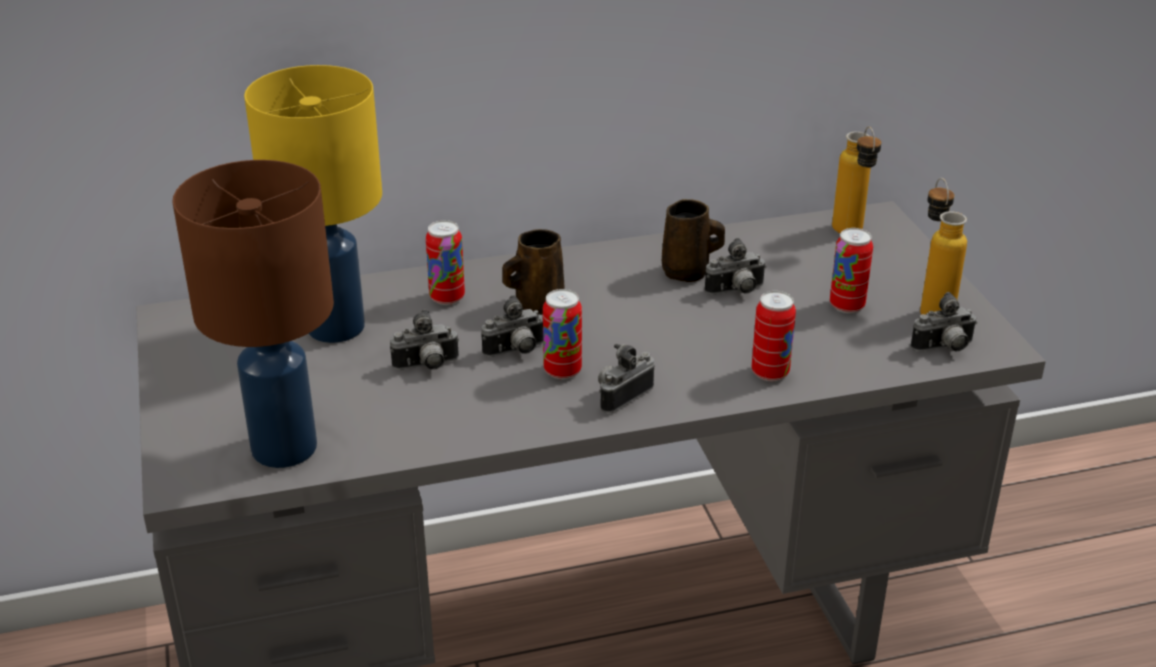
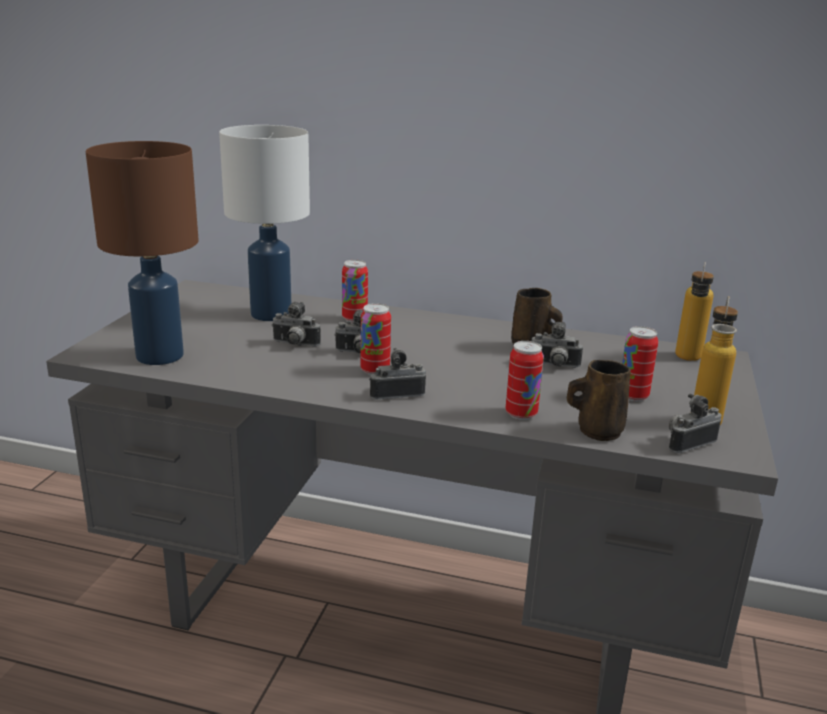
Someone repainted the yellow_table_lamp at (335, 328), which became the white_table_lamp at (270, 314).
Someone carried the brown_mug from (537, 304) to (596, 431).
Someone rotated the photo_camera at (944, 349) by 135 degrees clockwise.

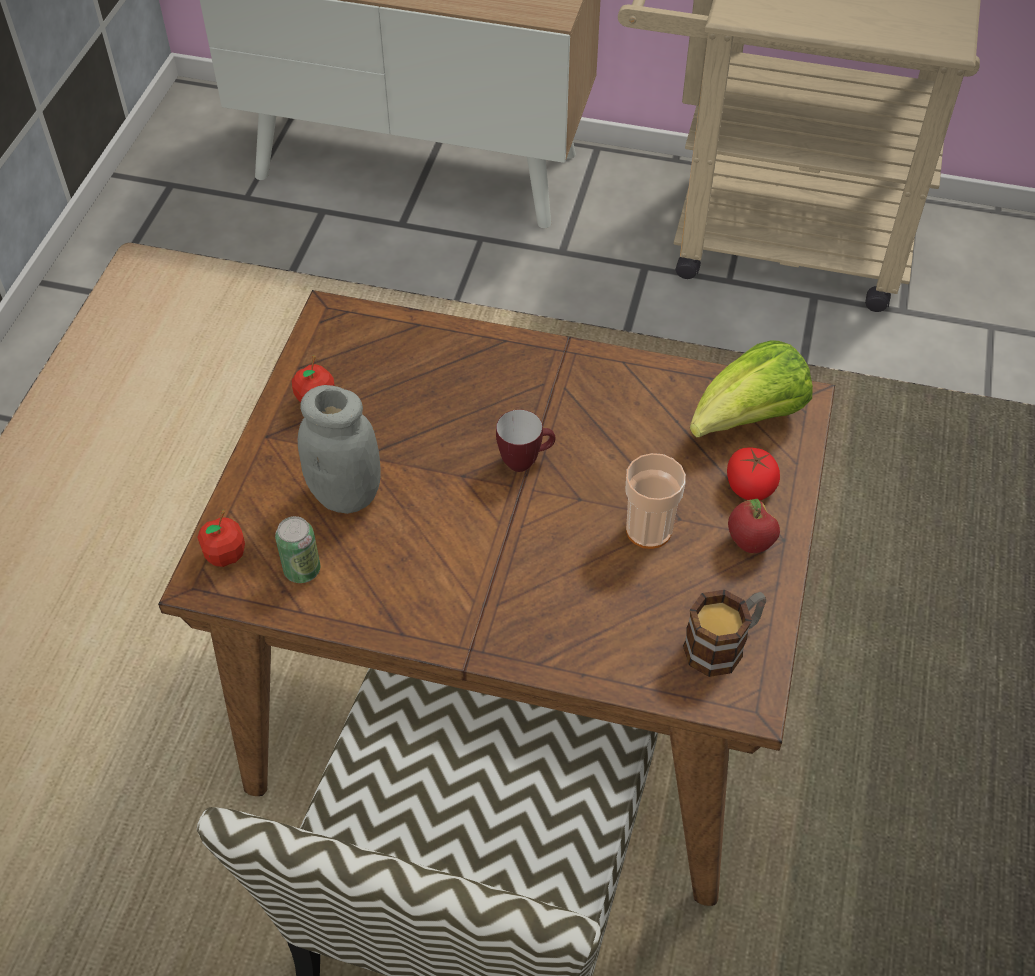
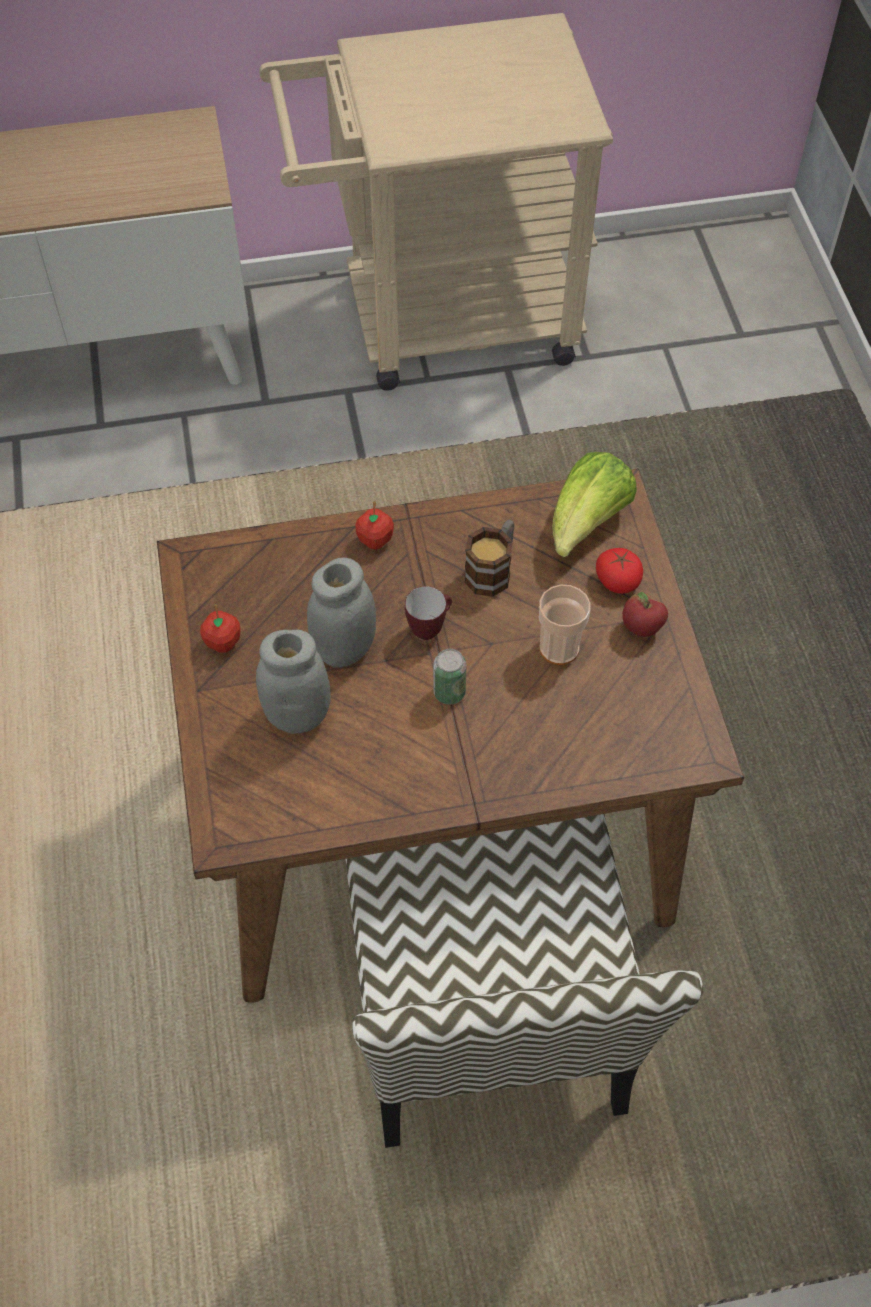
Someone carried the apple from (225, 555) to (375, 540).
Someone carried the can from (302, 570) to (449, 692).
Someone carried the mug from (723, 644) to (493, 570).
Someone put down the grey_jar at (344, 649).

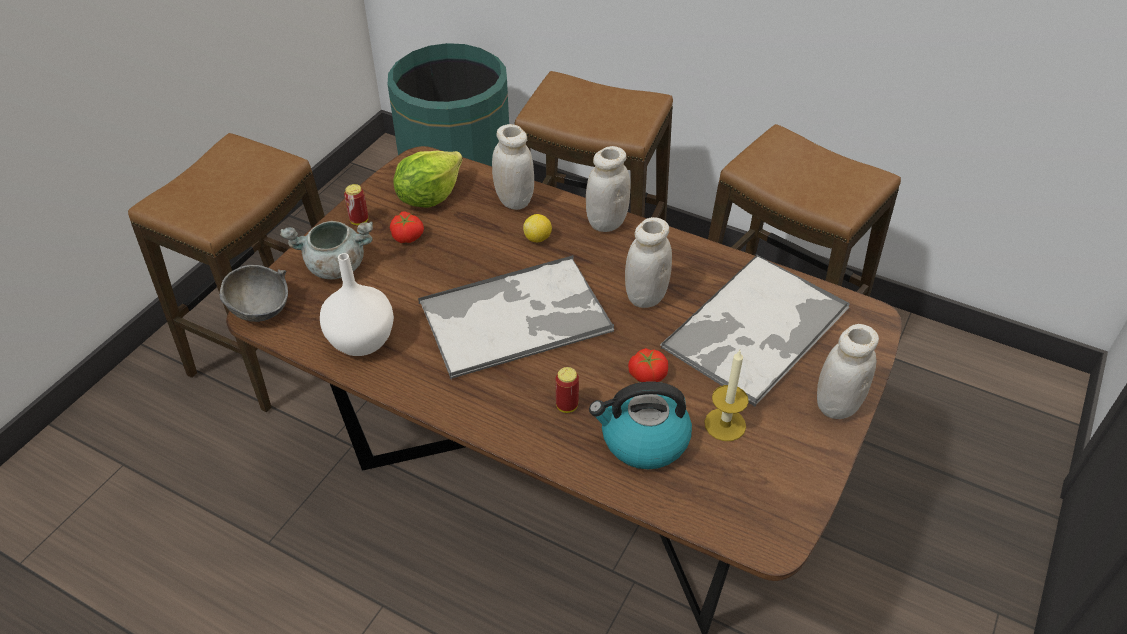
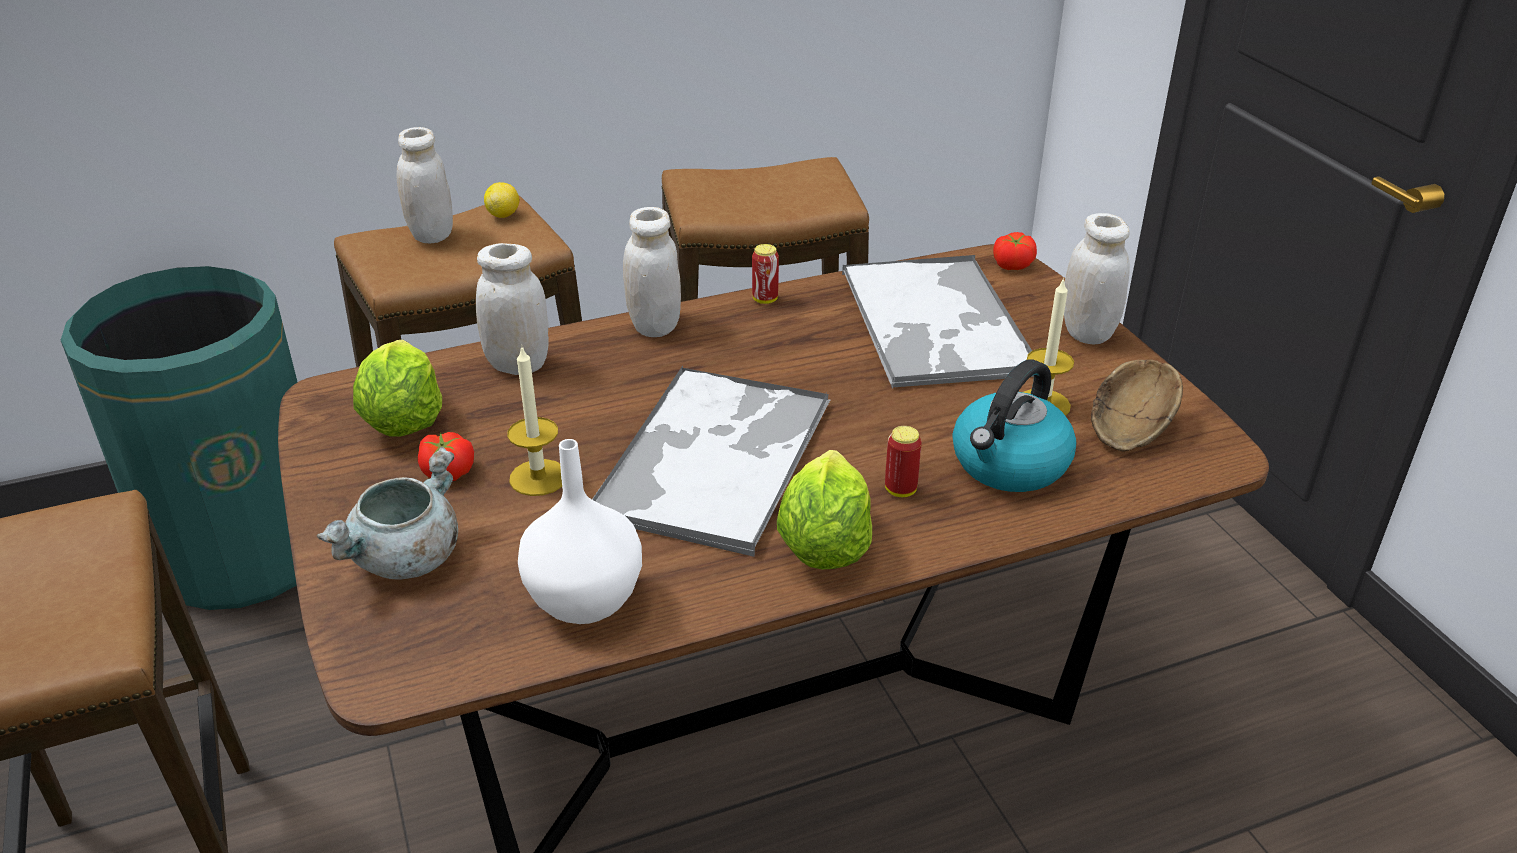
Someone took away the grey_bowl at (261, 310).
Someone carried the can from (359, 221) to (765, 299).
Someone carried the lemon from (538, 238) to (503, 215).
Someone carried the white_jar from (645, 296) to (431, 235).
Someone carried the tomato from (647, 374) to (1011, 264).
Someone put down the candle at (538, 477).
Someone put down the lettuce at (824, 545).
Someone put down the brown_bowl at (1127, 428).

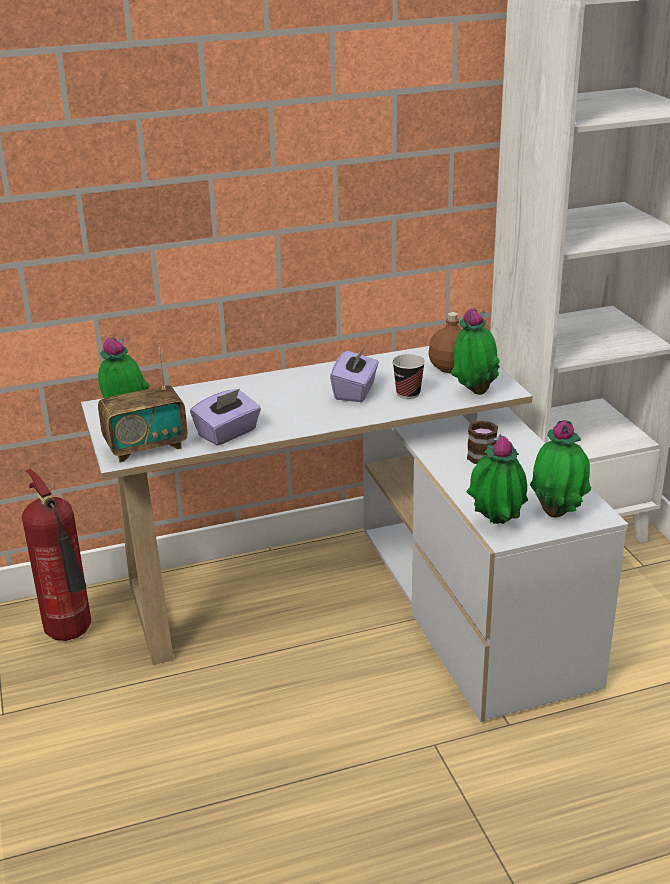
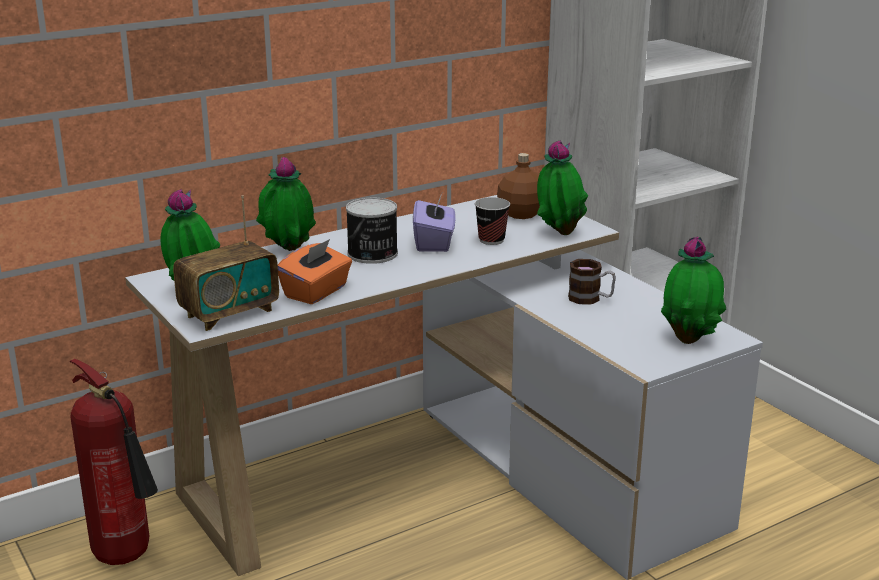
Someone repainted the purple_tissue_box at (228, 433), which became the orange_tissue_box at (316, 292).
Someone carried the potted_plant from (495, 525) to (288, 252).
Someone put down the can at (372, 254).

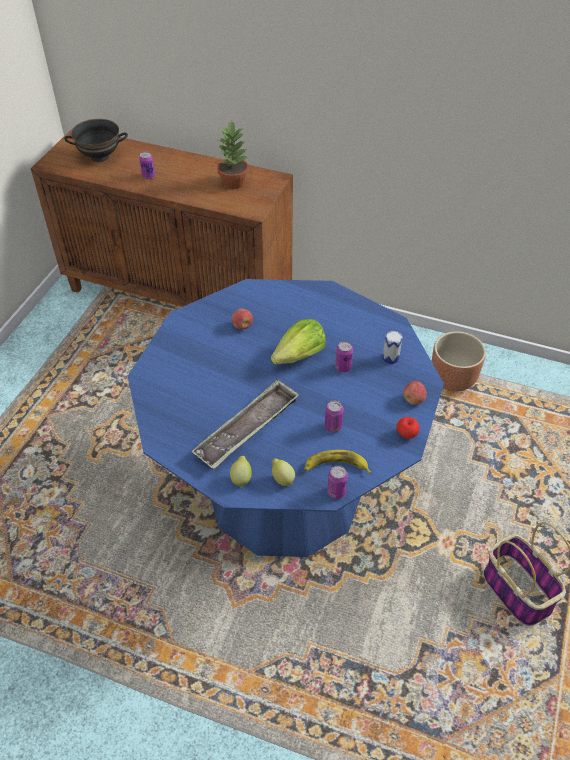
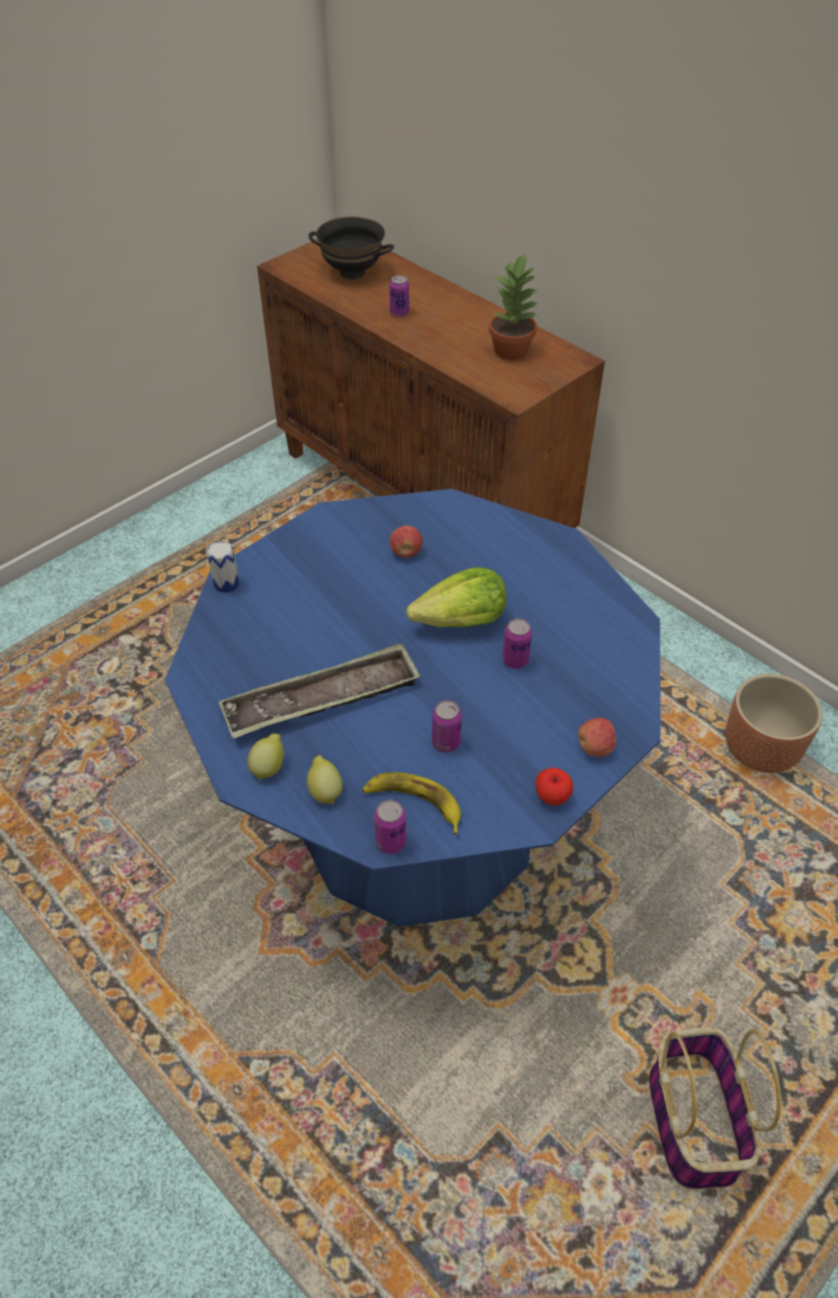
Someone carried the can from (390, 358) to (226, 584).

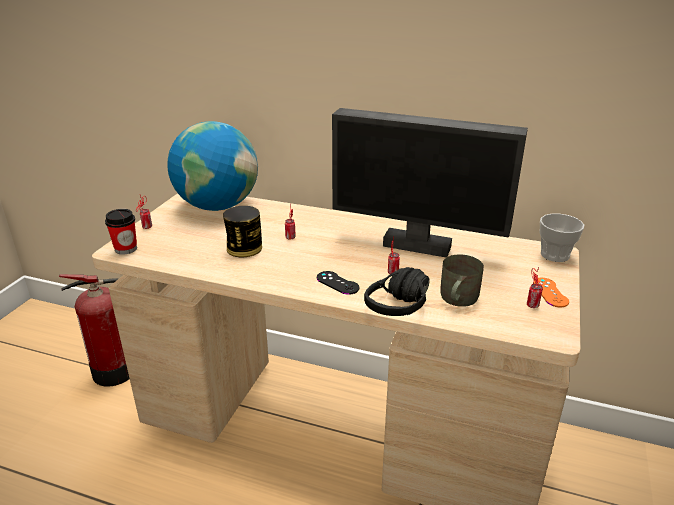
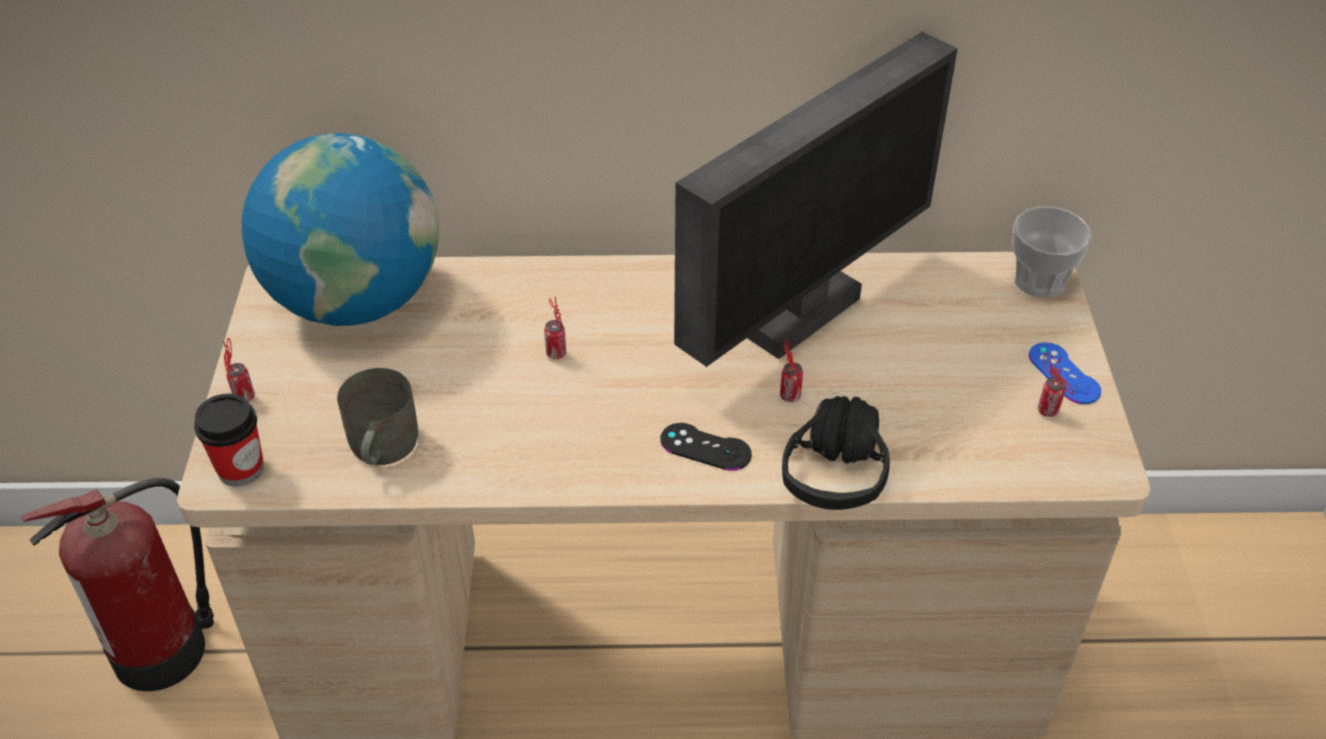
Someone took away the can at (244, 248).
Someone rotated the monitor at (417, 245) by 45 degrees counterclockwise.
Someone carried the grey_mug from (457, 299) to (381, 448).
Someone repainted the orange_game_controller at (550, 292), which became the blue_game_controller at (1064, 373).

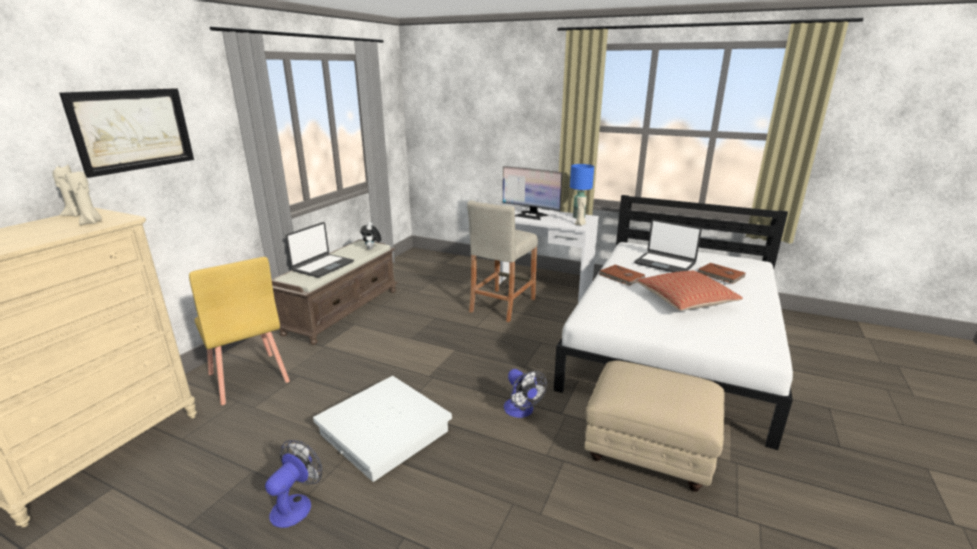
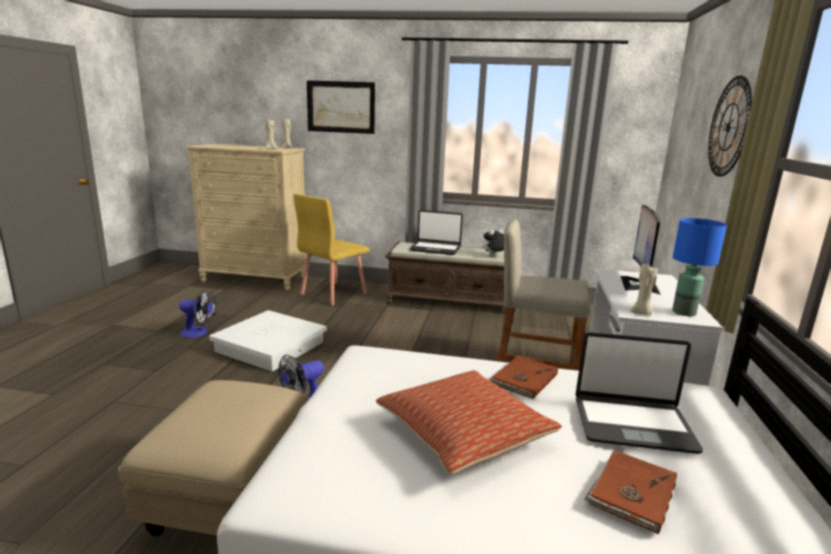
Someone rotated the laptop at (665, 263) by 105 degrees counterclockwise.
Someone put up the wall_clock at (728, 127).

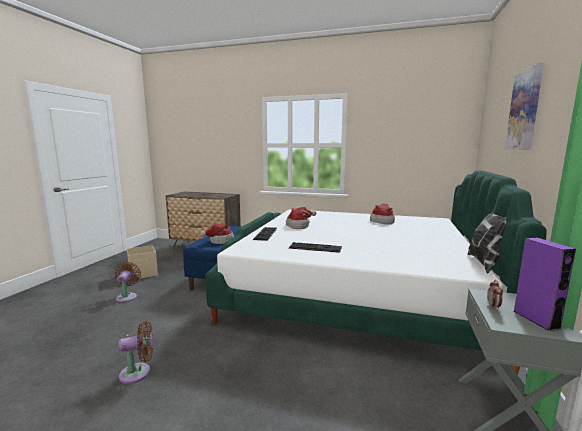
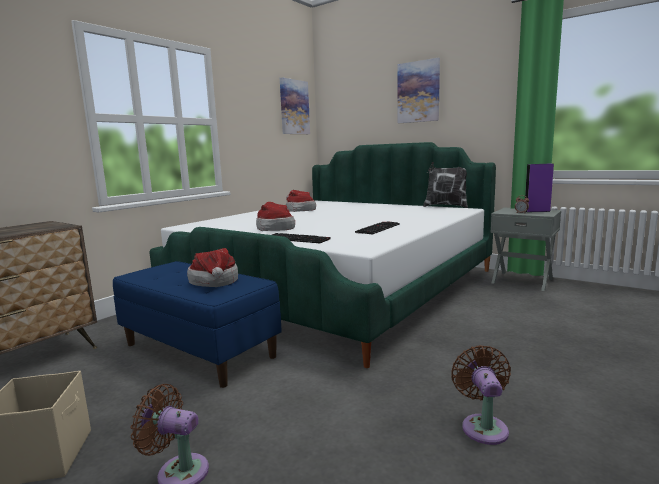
Someone put up the picture at (294, 107).

